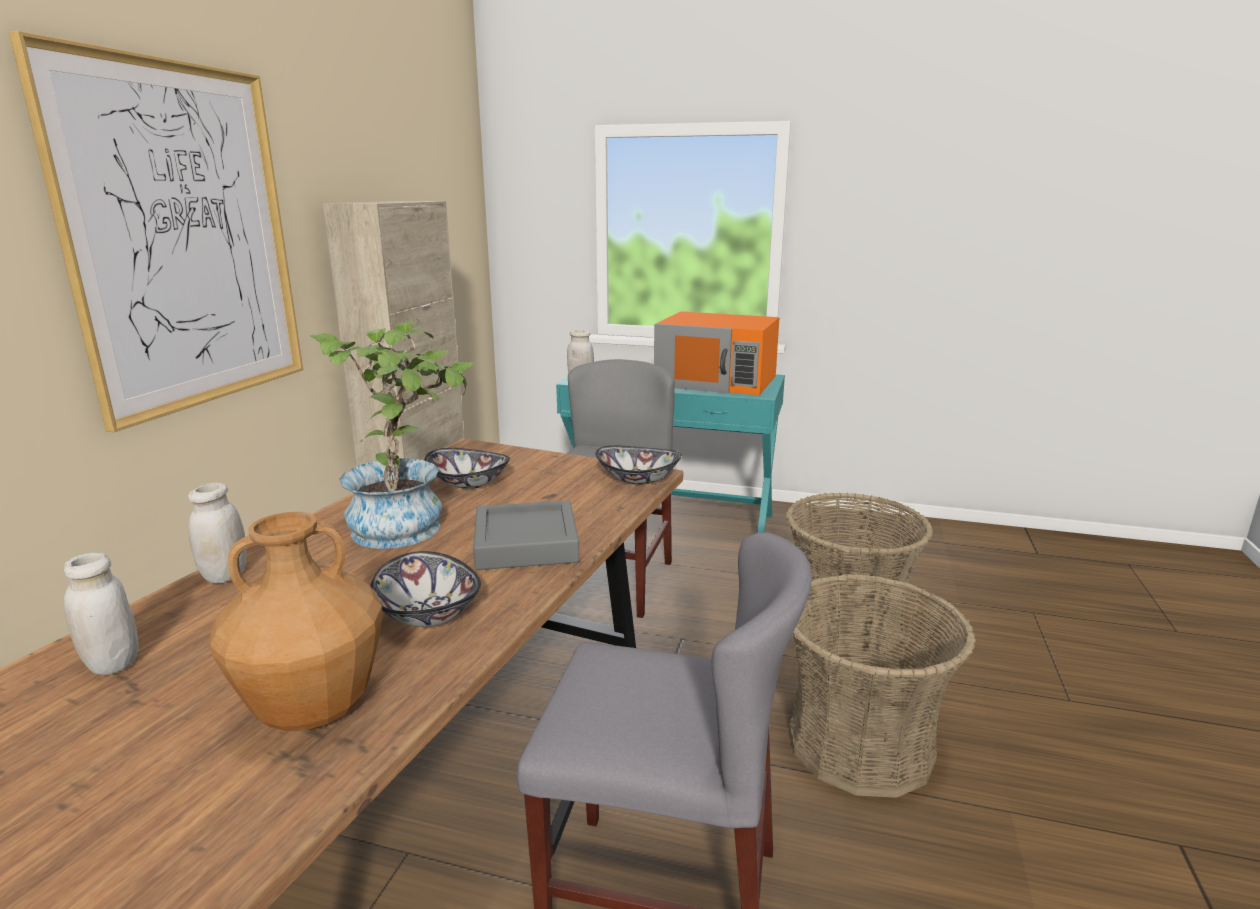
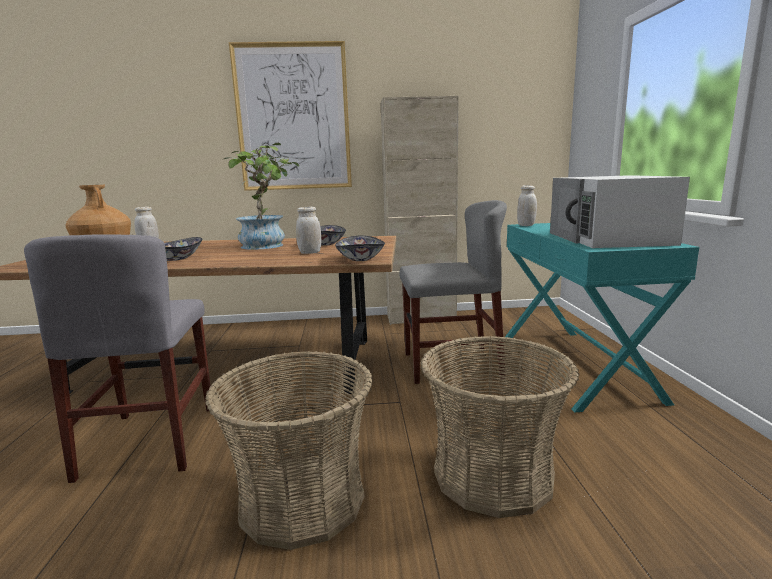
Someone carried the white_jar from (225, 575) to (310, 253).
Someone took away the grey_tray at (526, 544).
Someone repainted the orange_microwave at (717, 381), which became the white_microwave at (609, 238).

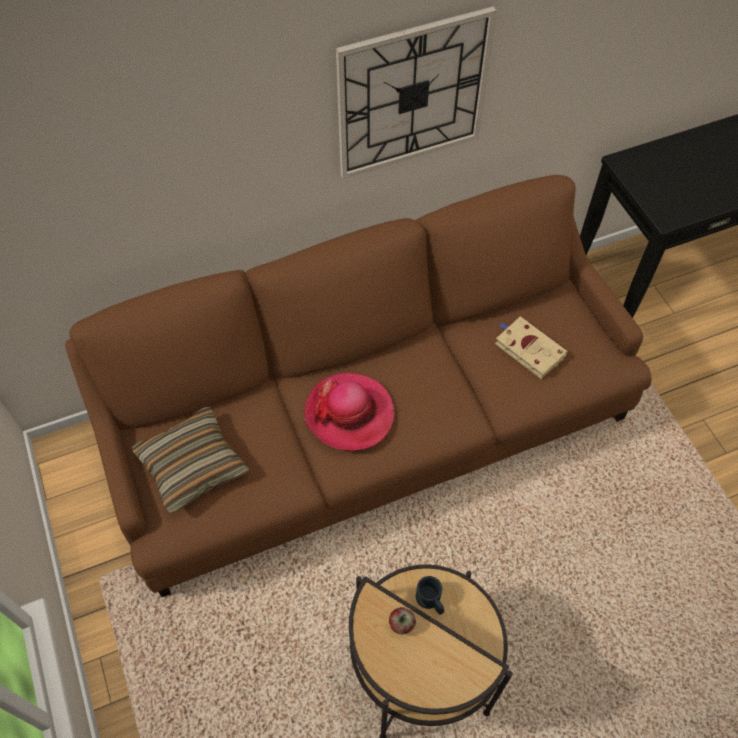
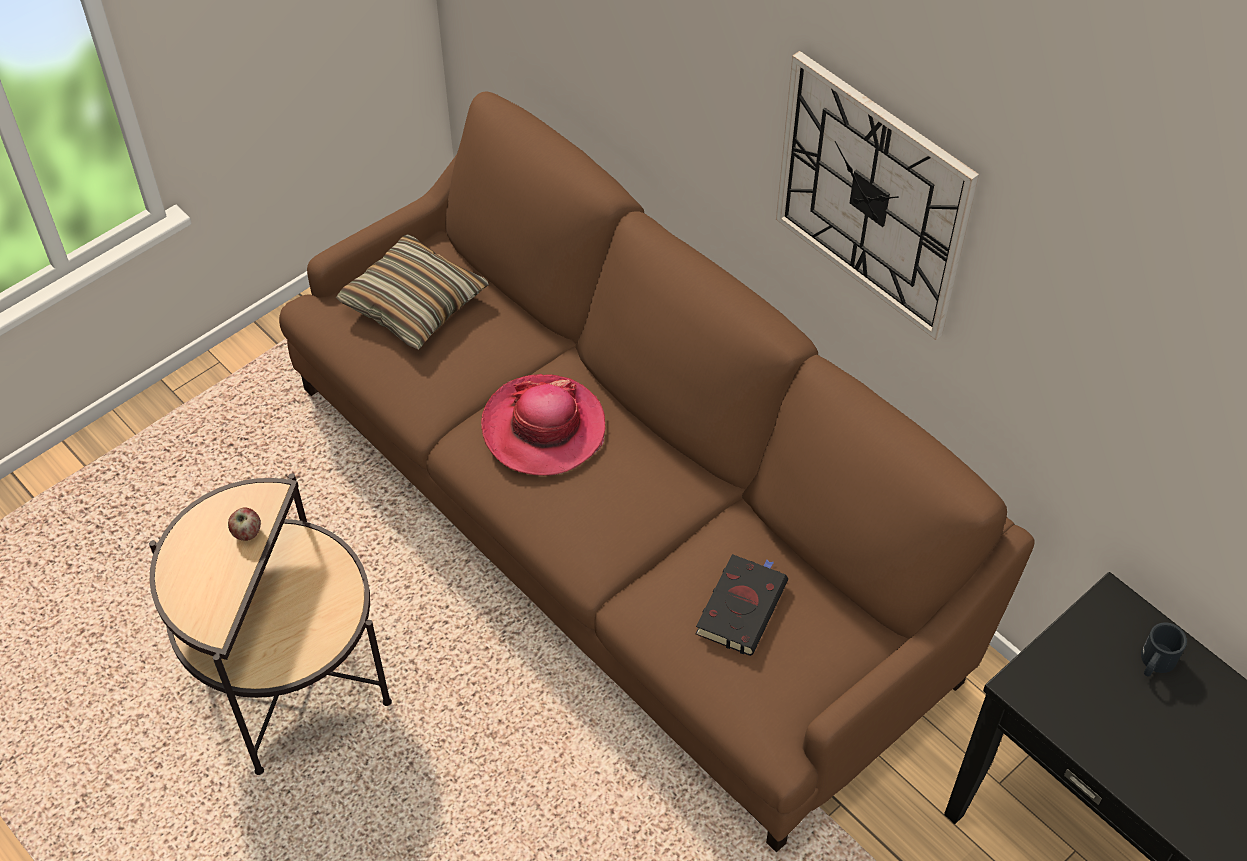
Someone carried the black_mug from (431, 601) to (1154, 663).
Someone repainted the beige_book at (528, 348), which became the black_book at (742, 606).

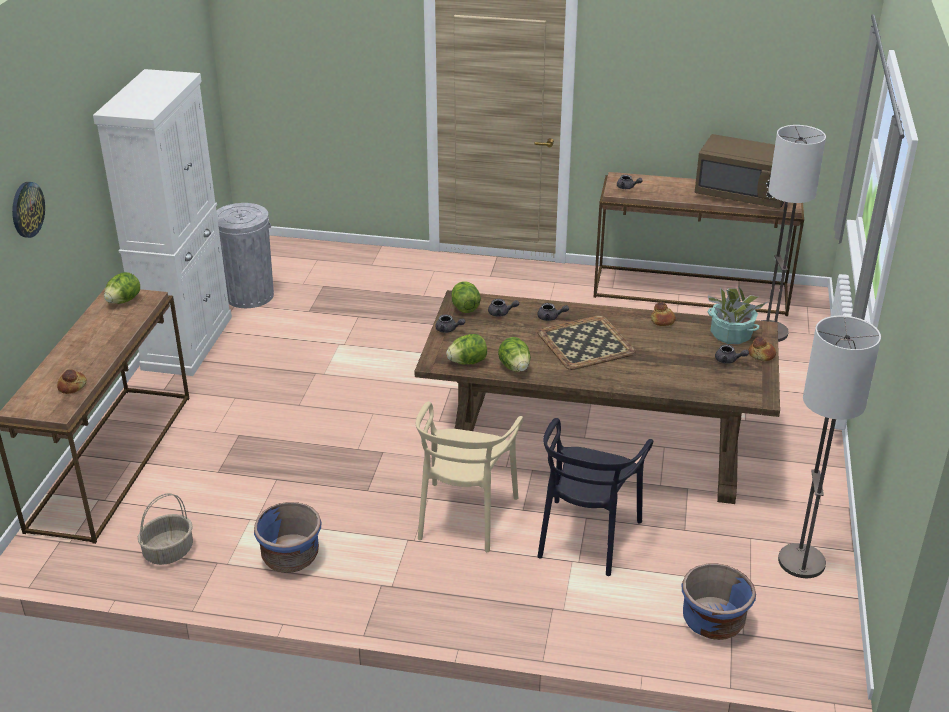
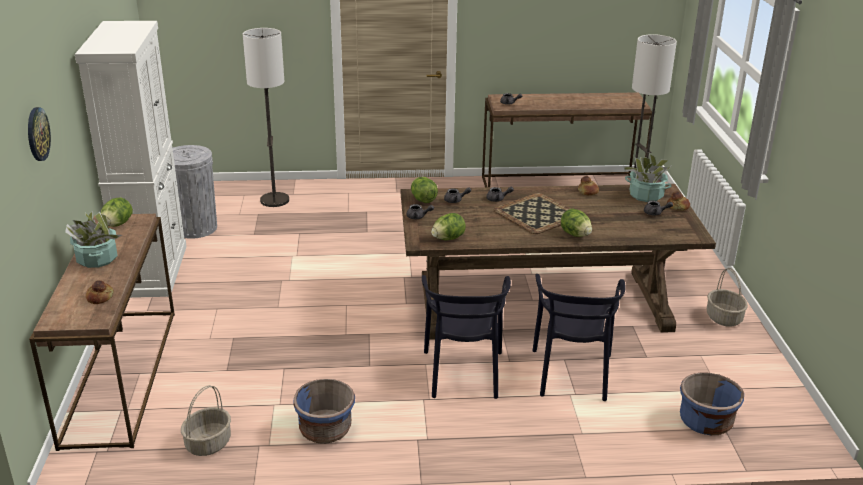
Someone repainted the beige_chair at (465, 516), which became the black_chair at (463, 373).
Someone carried the lettuce from (515, 367) to (575, 234).
Someone took away the brown_microwave at (742, 195).
Someone carried the floor_lamp from (801, 562) to (274, 200).
Someone put down the potted_plant at (97, 259).
Someone put down the basket at (724, 318).

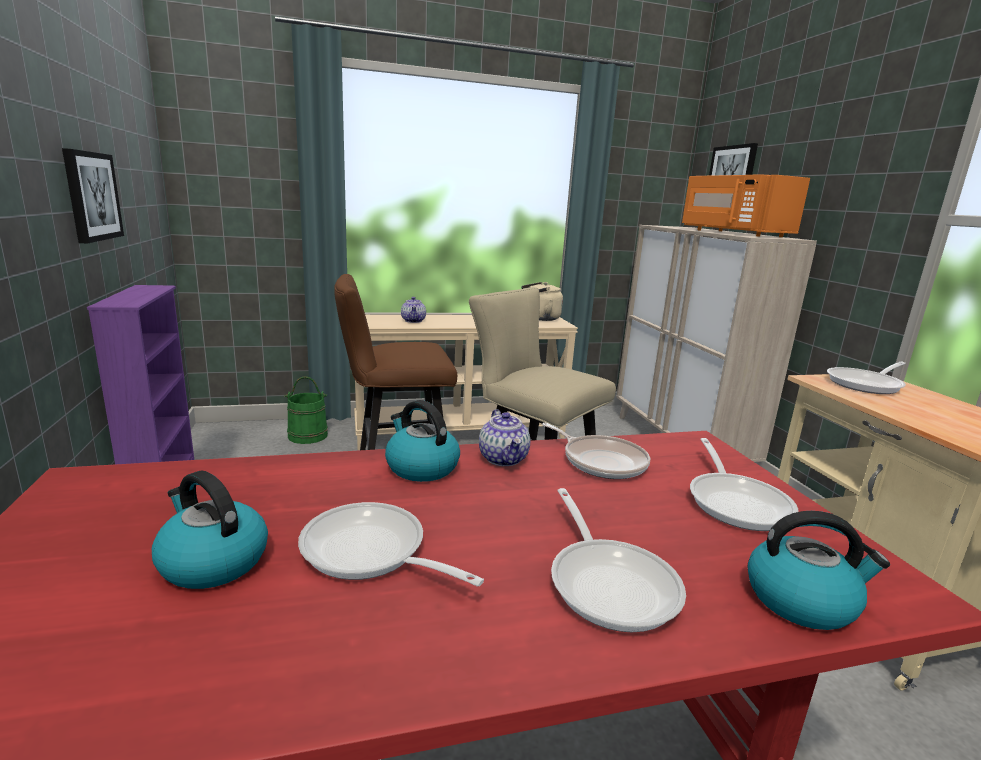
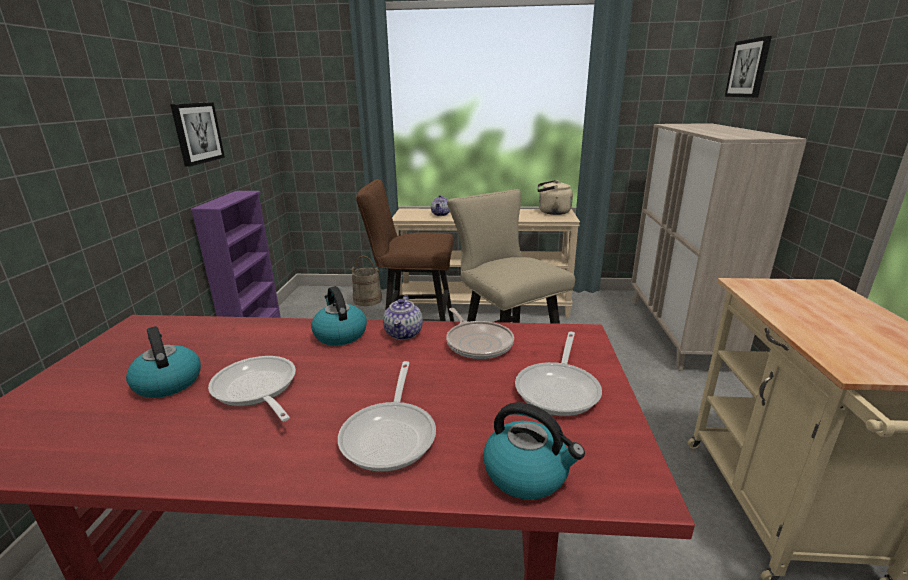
Someone repainted the green_bucket at (308, 435), which became the beige_bucket at (367, 300).
Someone took away the orange_microwave at (732, 233).
Someone took away the frying_pan at (867, 384).

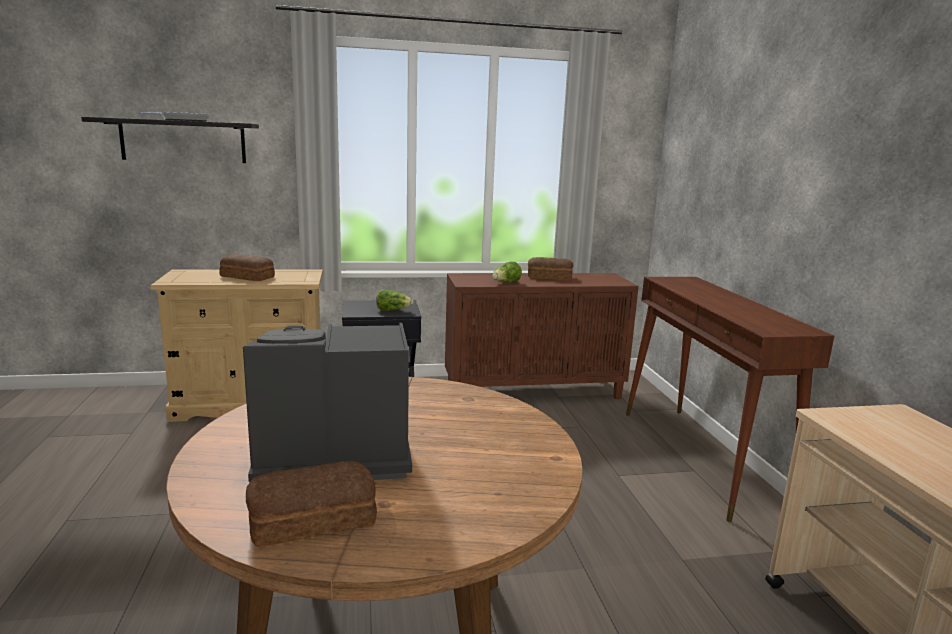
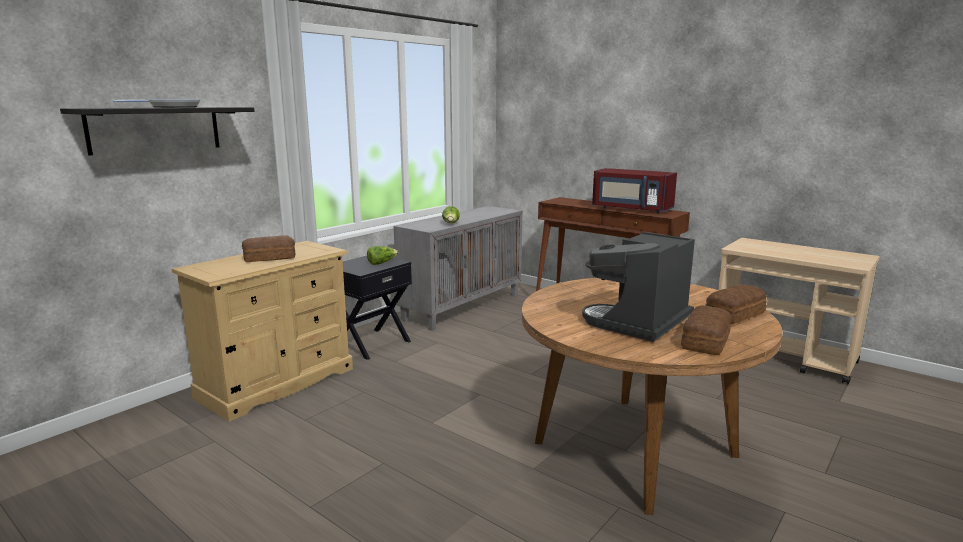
Someone repainted the brown_cabinet at (534, 391), which became the grey_cabinet at (462, 307).
Someone carried the bread from (550, 277) to (736, 314).
Someone put down the red_microwave at (631, 209).

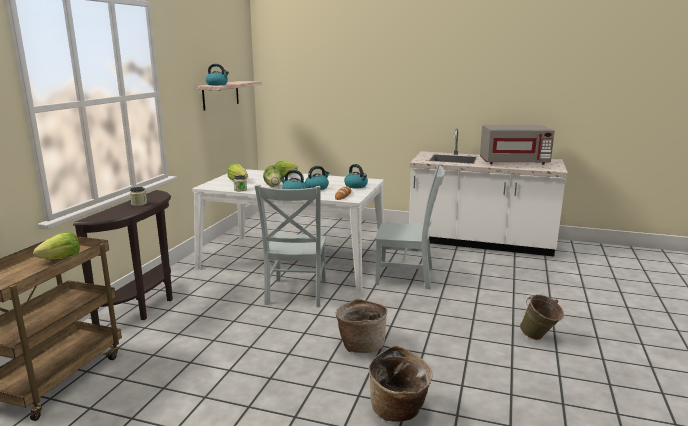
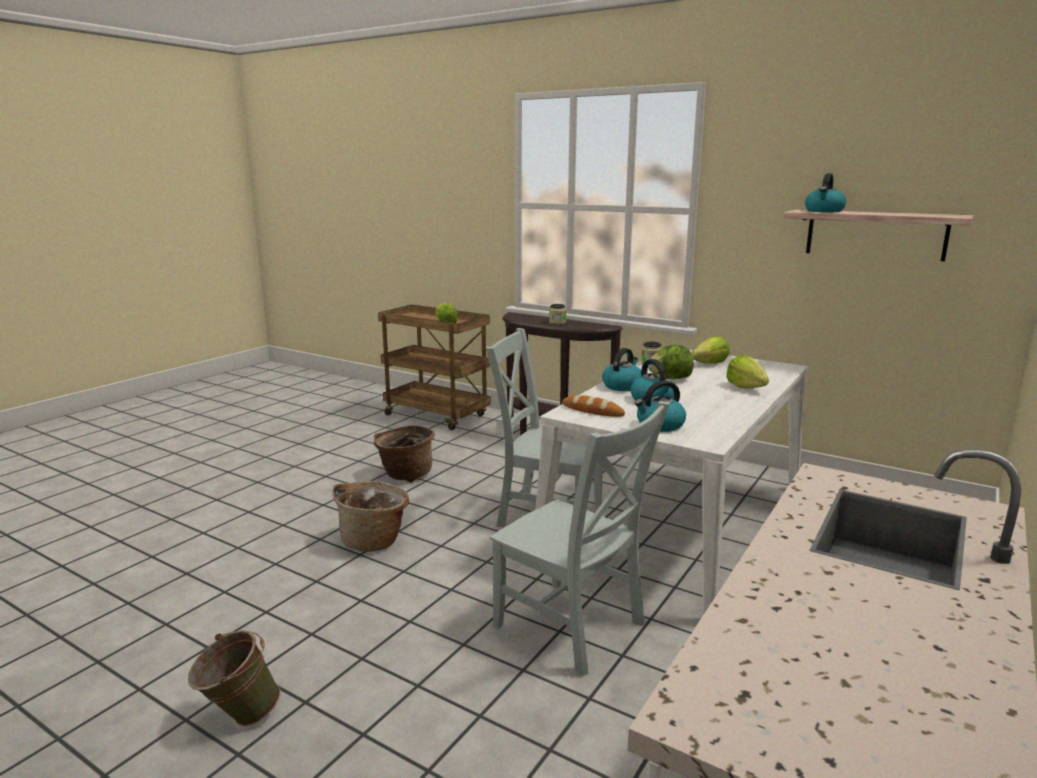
Someone carried the basket from (398, 410) to (405, 475).
Someone rotated the grey_chair at (407, 277) by 75 degrees counterclockwise.
Someone took away the grey_microwave at (514, 162).

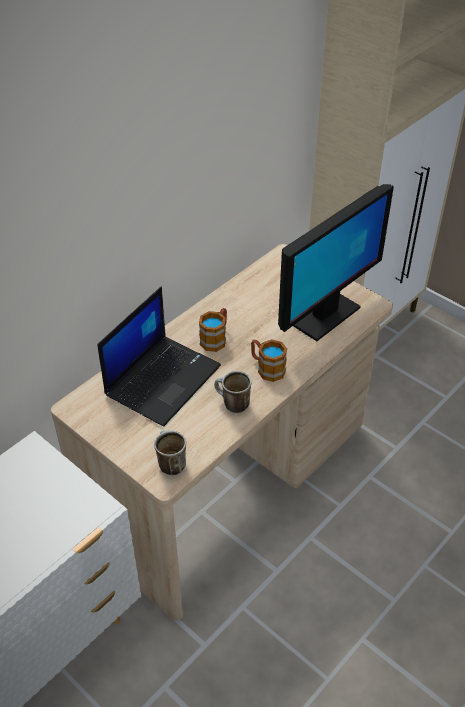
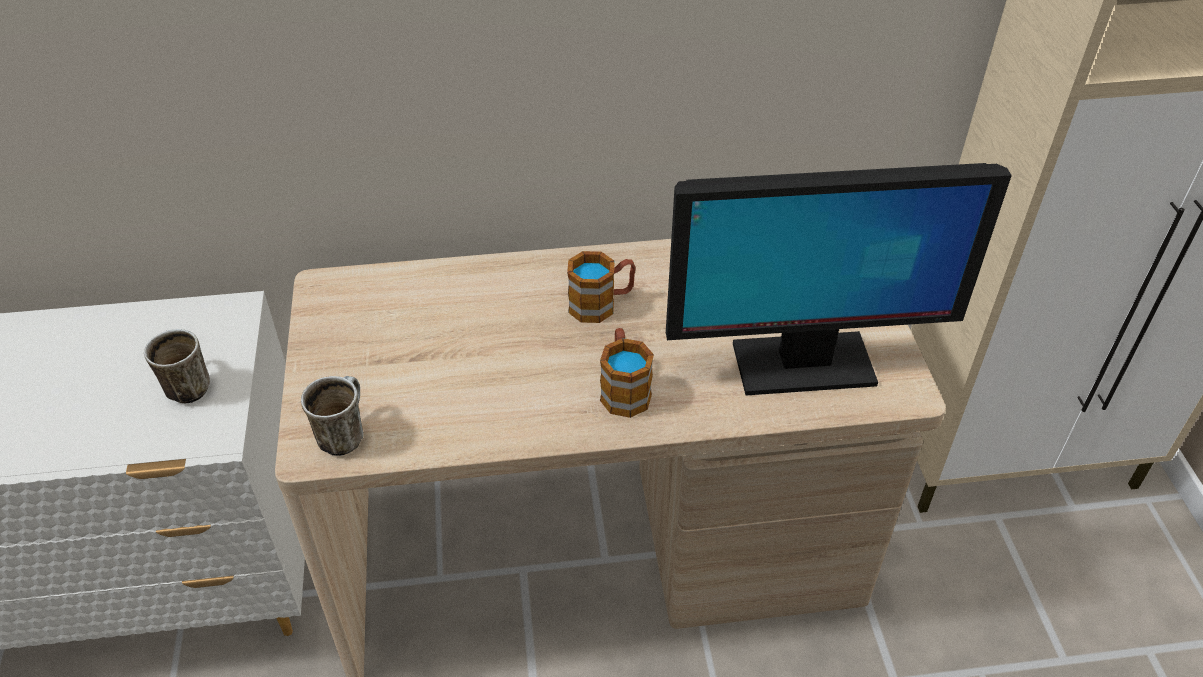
Someone took away the laptop at (163, 379).
Someone carried the mug from (231, 405) to (186, 385).

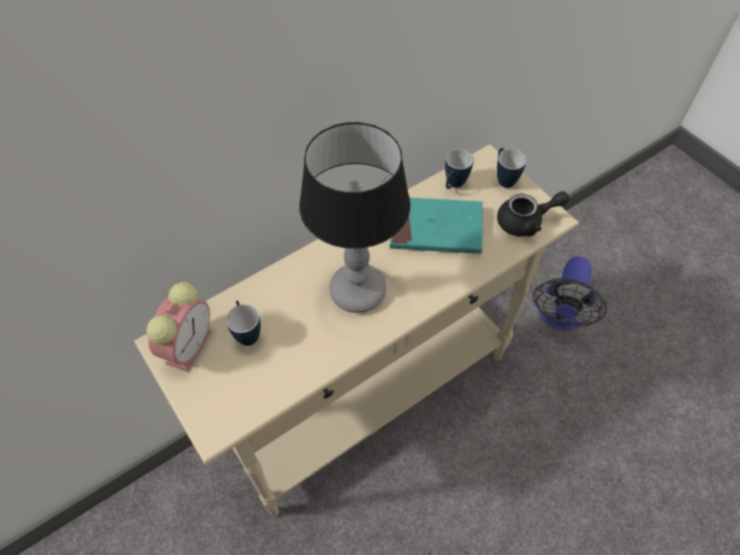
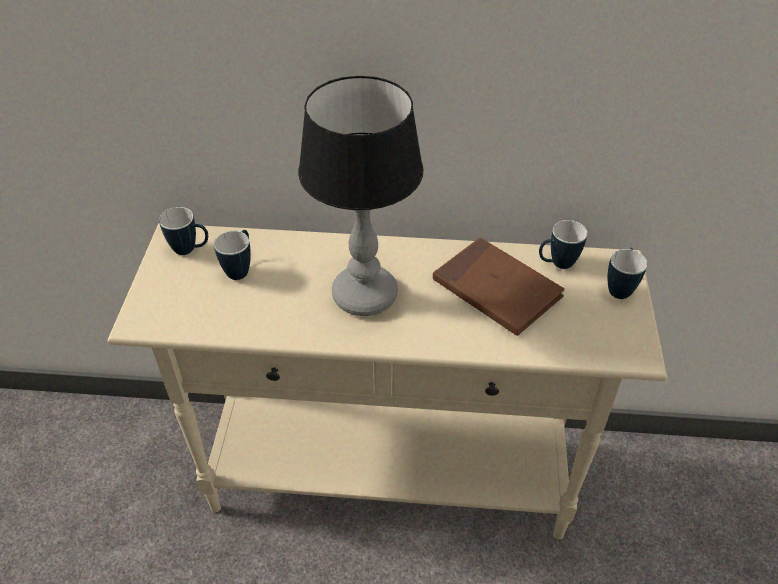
Someone swapped the alarm_clock at (189, 344) for the mug at (190, 250).
Someone repainted the turquoise_book at (436, 229), which became the brown_book at (496, 290).
Someone took away the black_teapot at (526, 222).
Someone took away the fan at (559, 316).

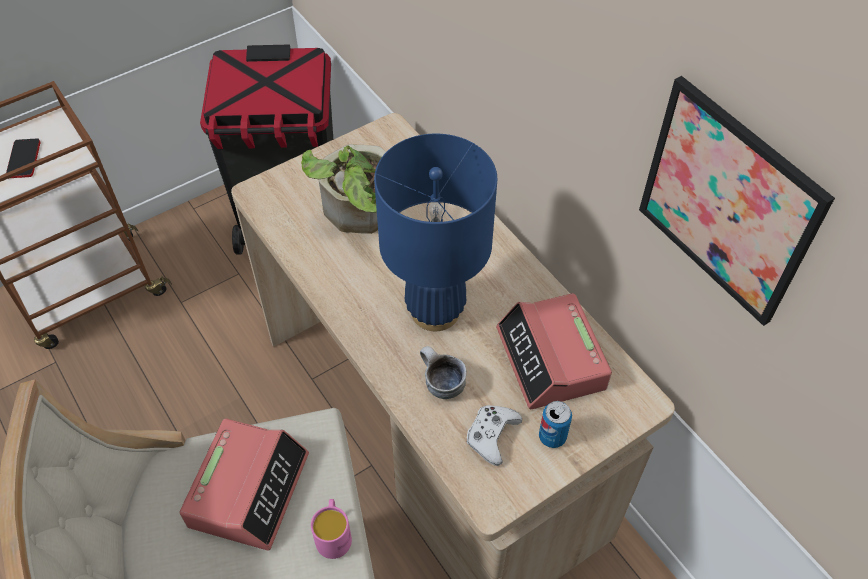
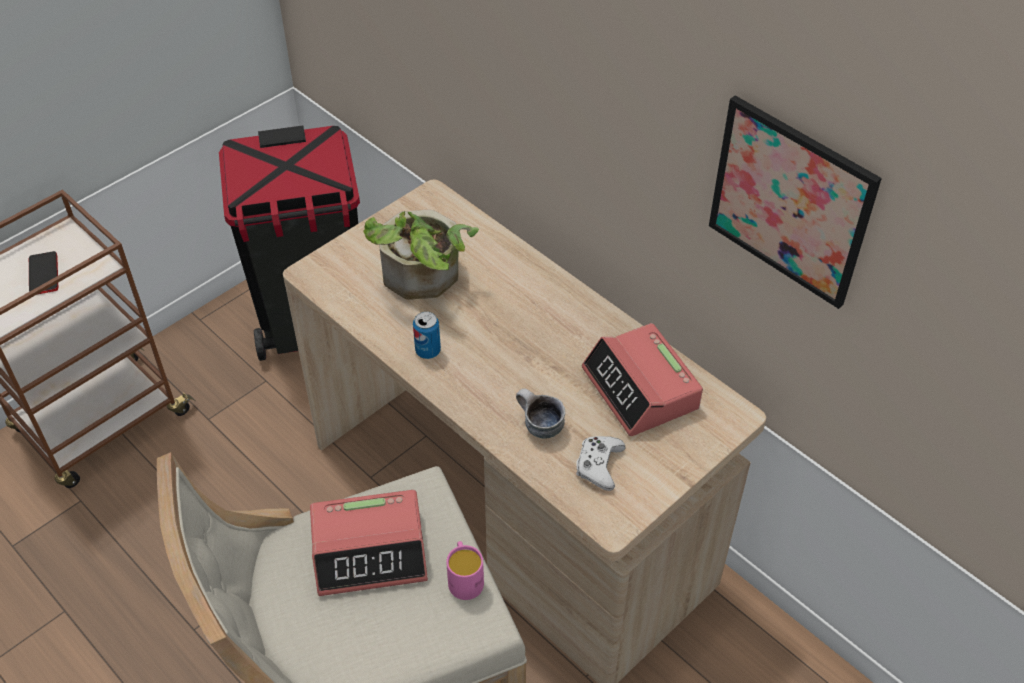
Someone rotated the alarm_clock at (249, 489) by 75 degrees clockwise.
Someone took away the blue_table_lamp at (435, 311).
Someone carried the can from (552, 436) to (428, 351).

